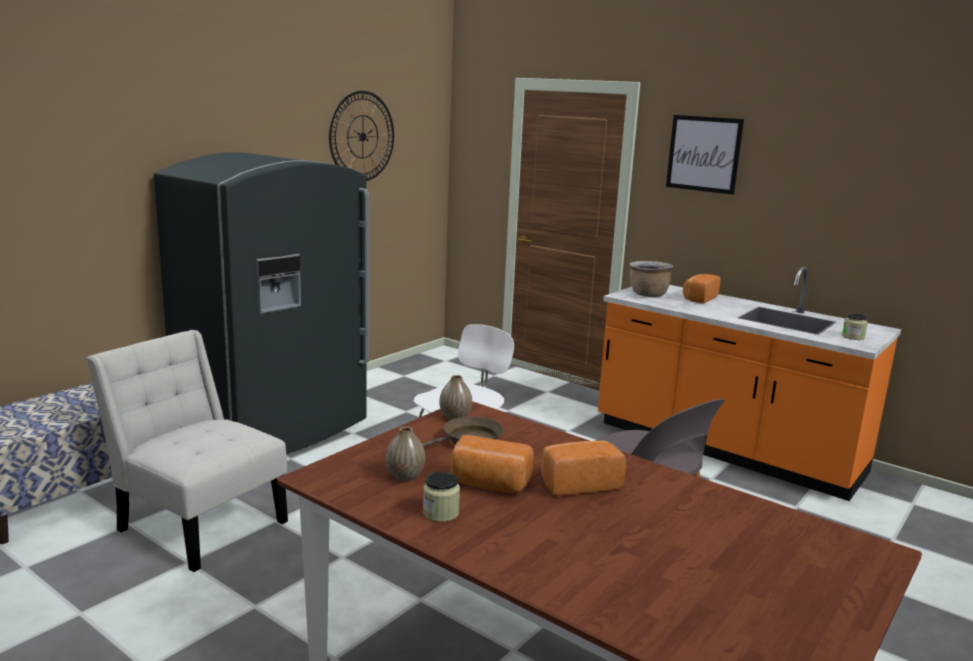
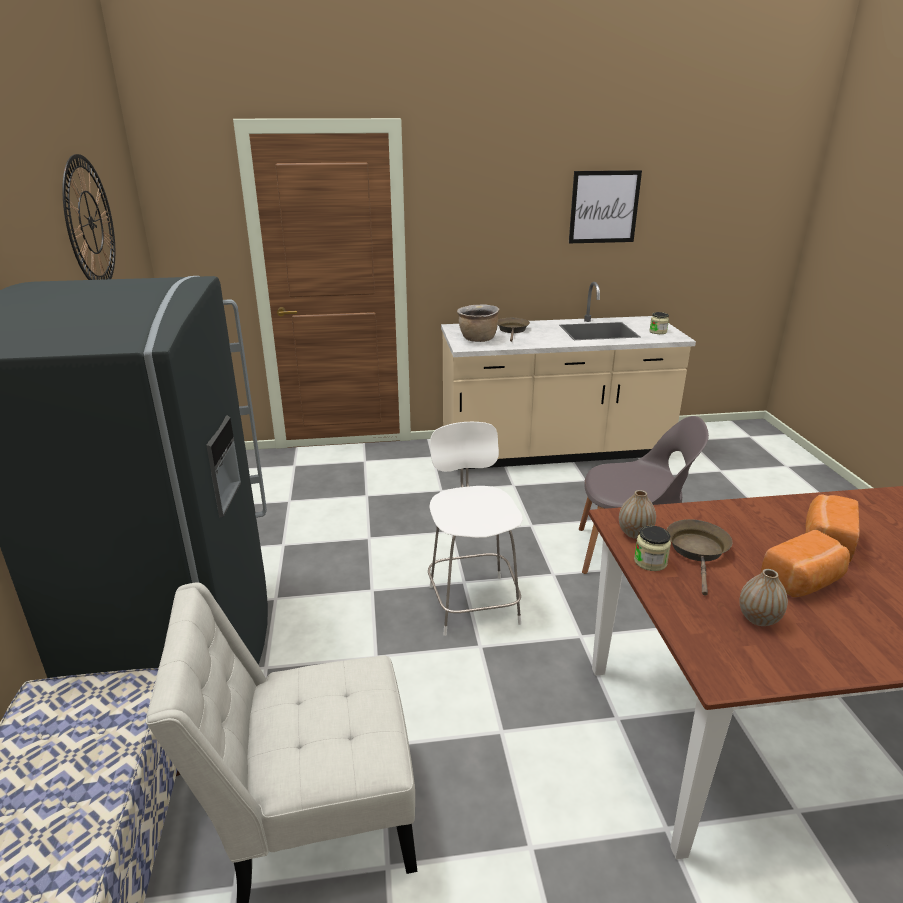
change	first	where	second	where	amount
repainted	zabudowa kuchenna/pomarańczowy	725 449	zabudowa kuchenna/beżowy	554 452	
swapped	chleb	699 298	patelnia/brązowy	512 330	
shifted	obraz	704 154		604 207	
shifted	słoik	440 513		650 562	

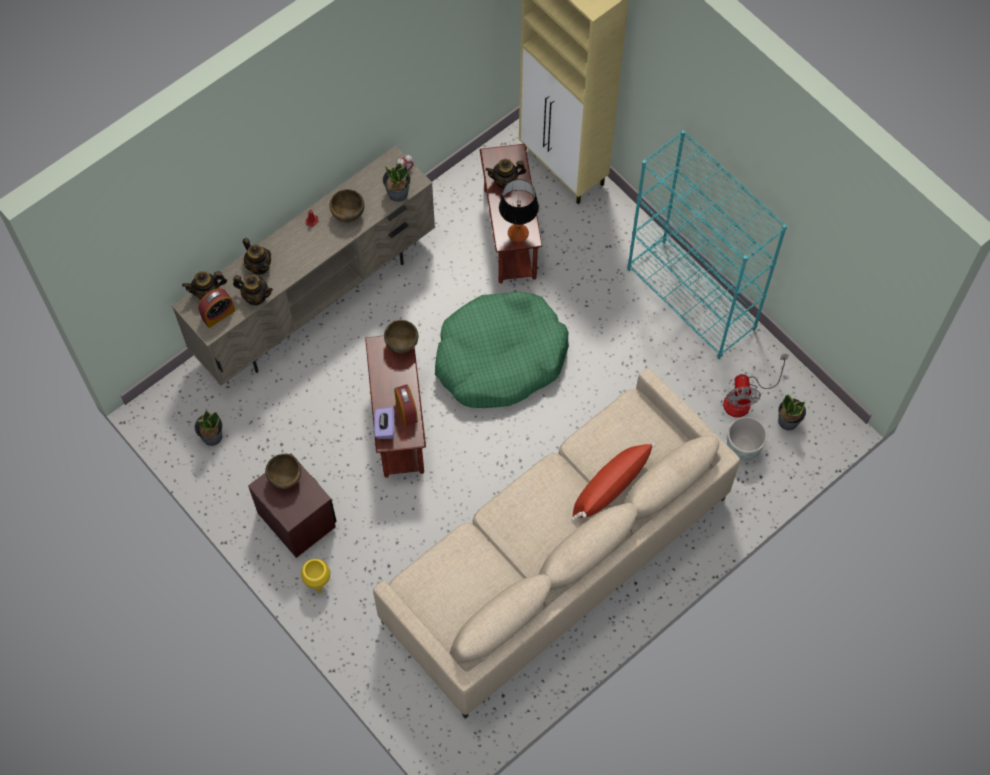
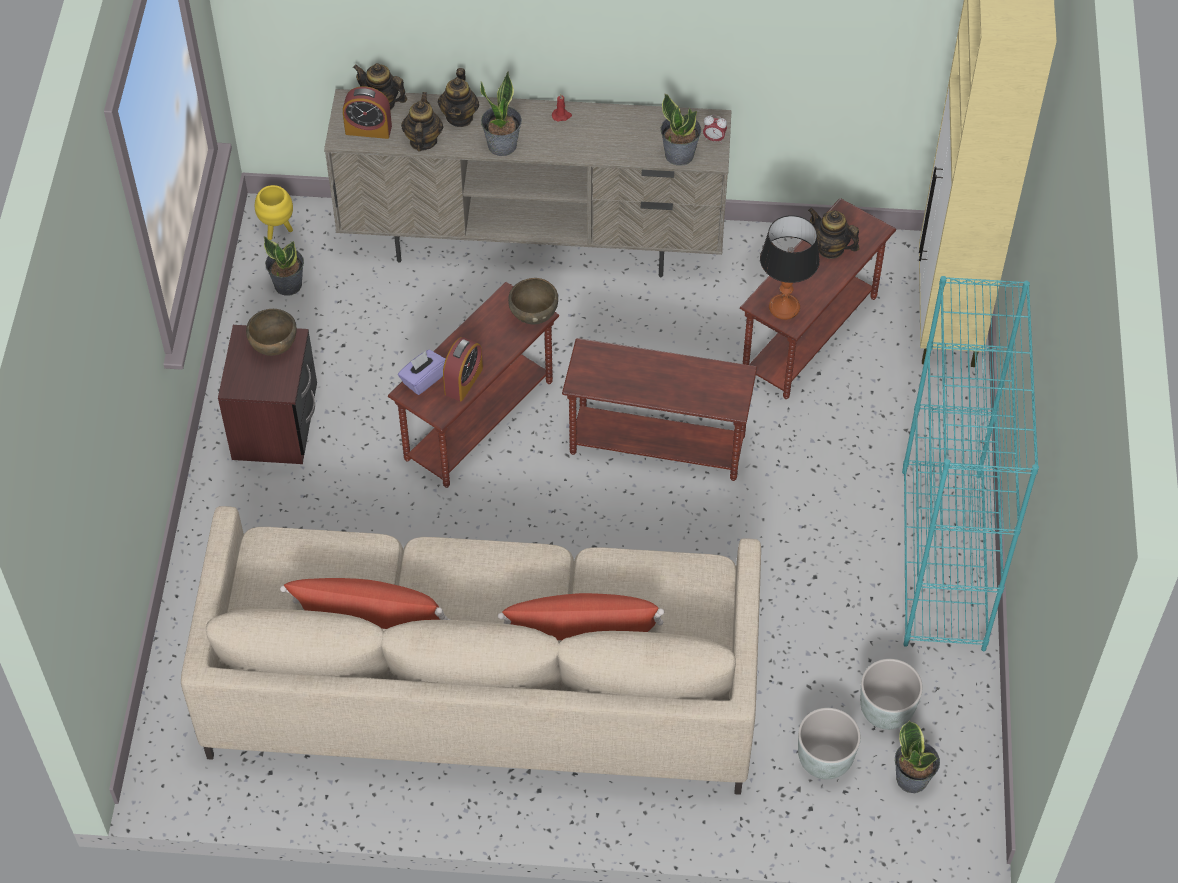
change	first	where	second	where	amount
shifted	donica/żółty	318 582		278 230	
new			poduszka/czerwony	369 618	
rotated	imbryk	255 296		423 141	150 degrees counterclockwise
new			roślina doniczkowa	502 145	
swapped	legowisko/zielony	499 358	stolik/brązowy	657 445	
swapped	wentylator	744 398	donica/szary	886 711	
gone	miska/brązowy	348 215			

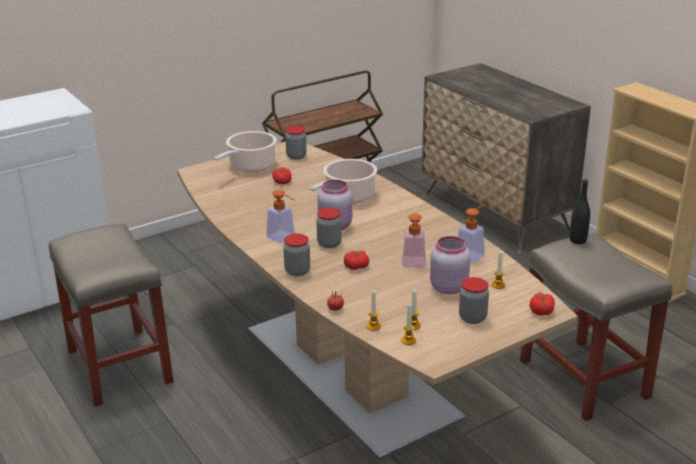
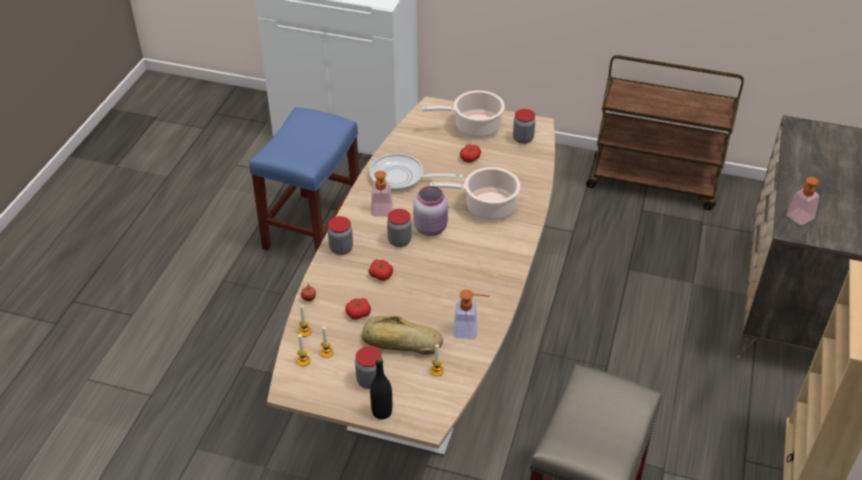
change	first	where	second	where	amount
repainted	stołek/beżowy	118 365	stołek/niebieski	313 227	
shifted	pomidor	541 310		358 313	
swapped	słoik/różowy	447 288	chleb	401 343	
new			patelnia	402 177	
shifted	butelka/czarny	577 240		382 412	
shifted	dozownik mydła	413 265		796 219	

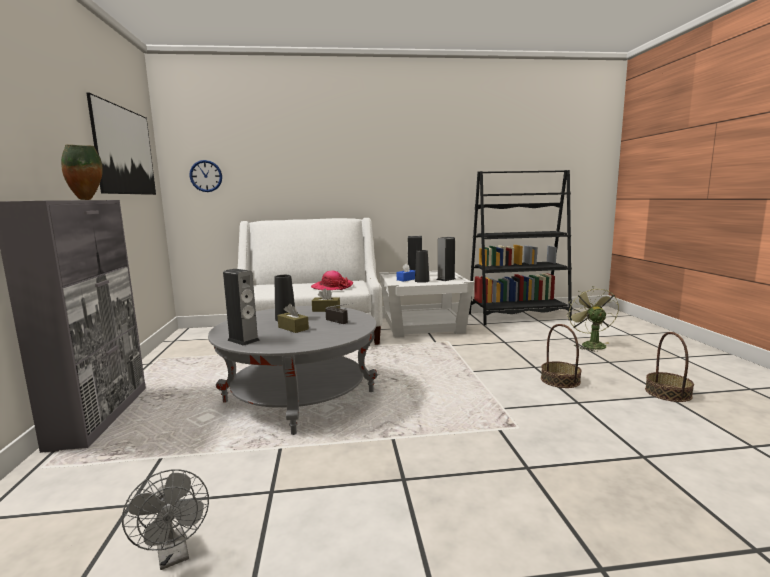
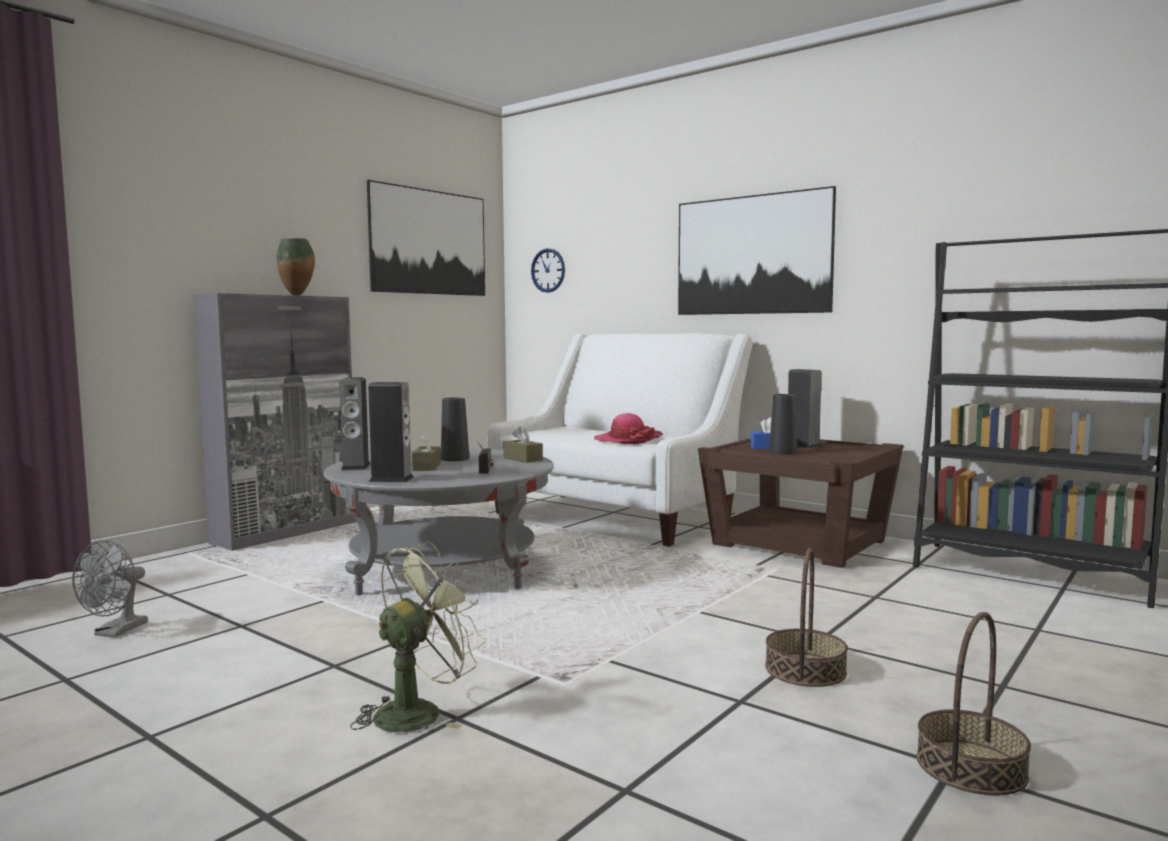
change	first	where	second	where	amount
shifted	wentylator/zielony	590 344		418 711	
shifted	głośnik	446 279		391 479	
new			obraz	752 255	
repainted	stolik/biały	423 326	stolik/brązowy	799 542	

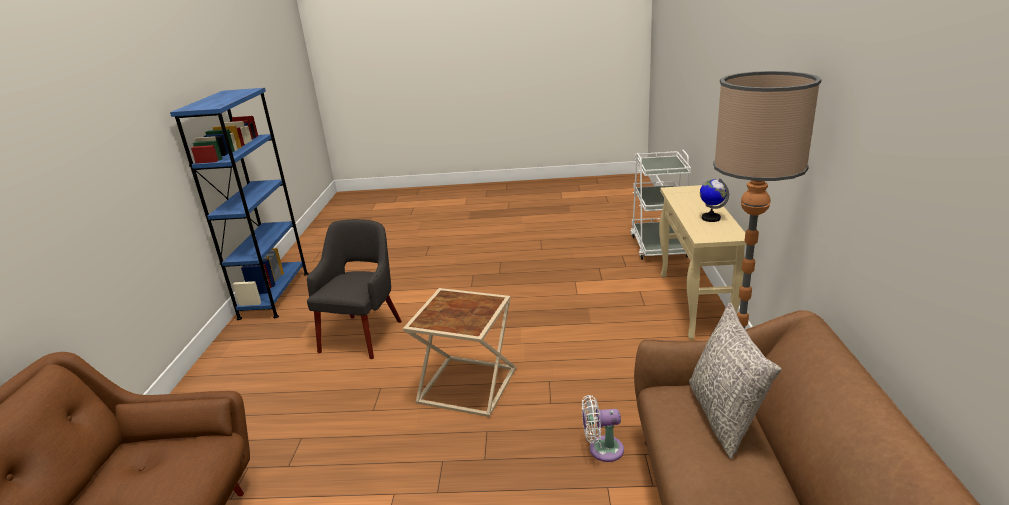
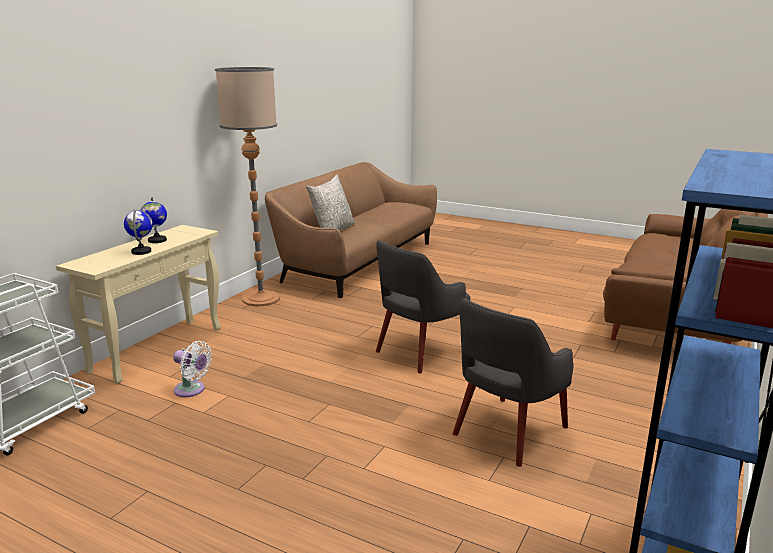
change	first	where	second	where	amount
new			globus	141 251	
shifted	wentylator/biały	602 449		192 390	
swapped	stolik/beżowy	469 385	fotel/szary	420 351	

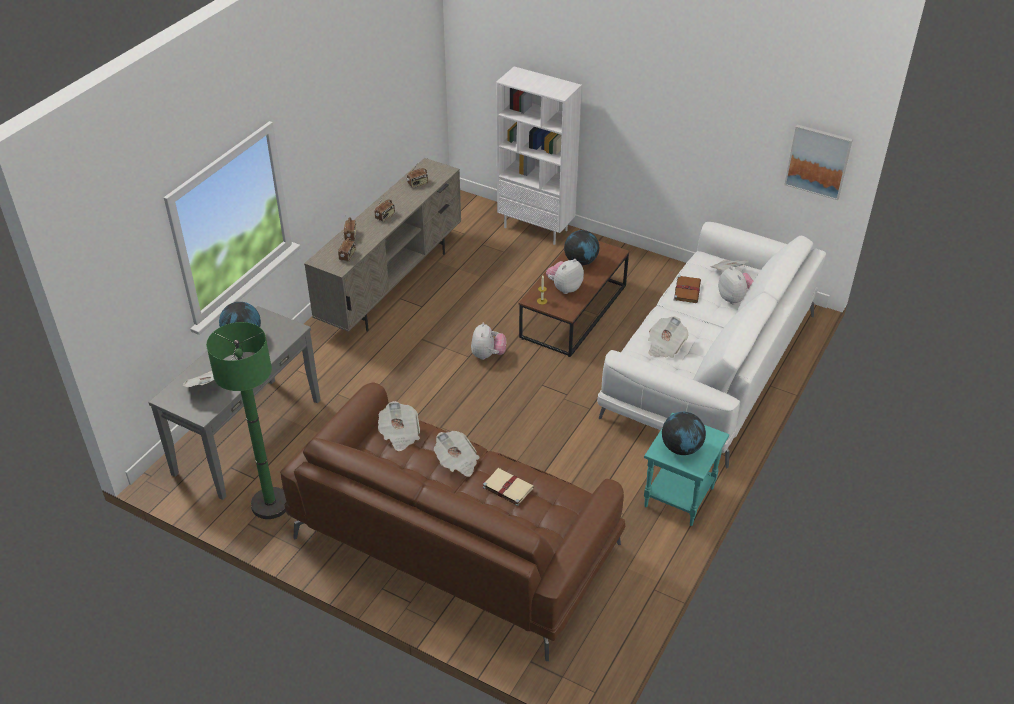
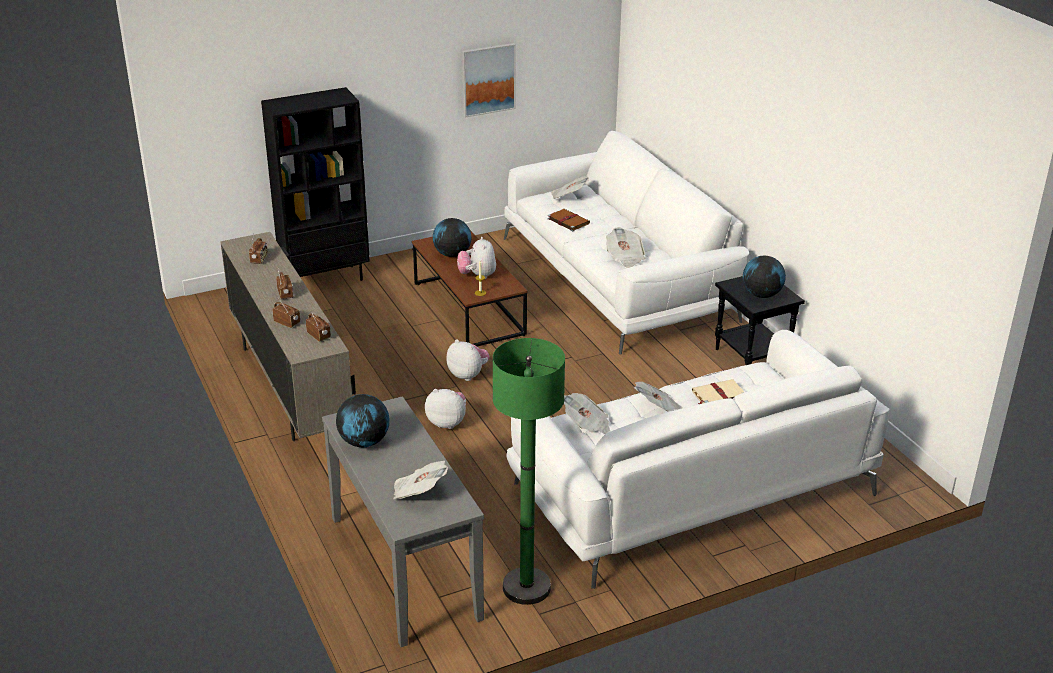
change	first	where	second	where	amount
repainted	regał/biały	536 228	regał/czarny	326 279	
shifted	pluszak	735 298		447 422	
shifted	obraz	818 161		488 79	
repainted	kanapa/brązowy	453 540	kanapa/biały	690 490	
repainted	stolik/turkusowy	679 498	stolik/czarny	753 357	

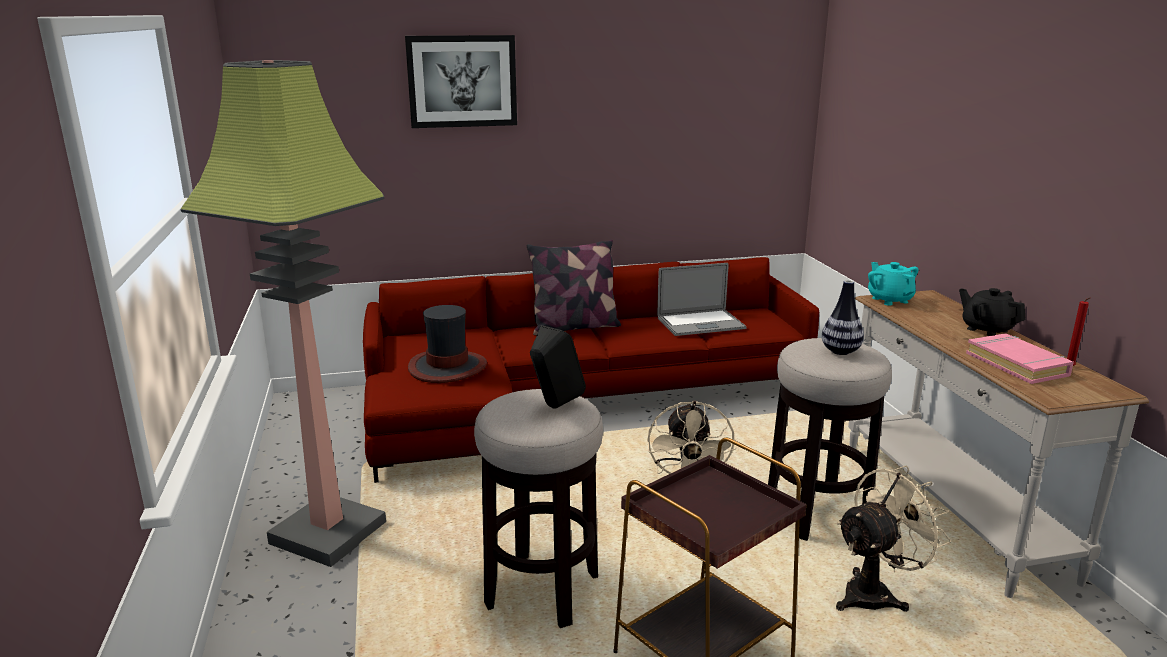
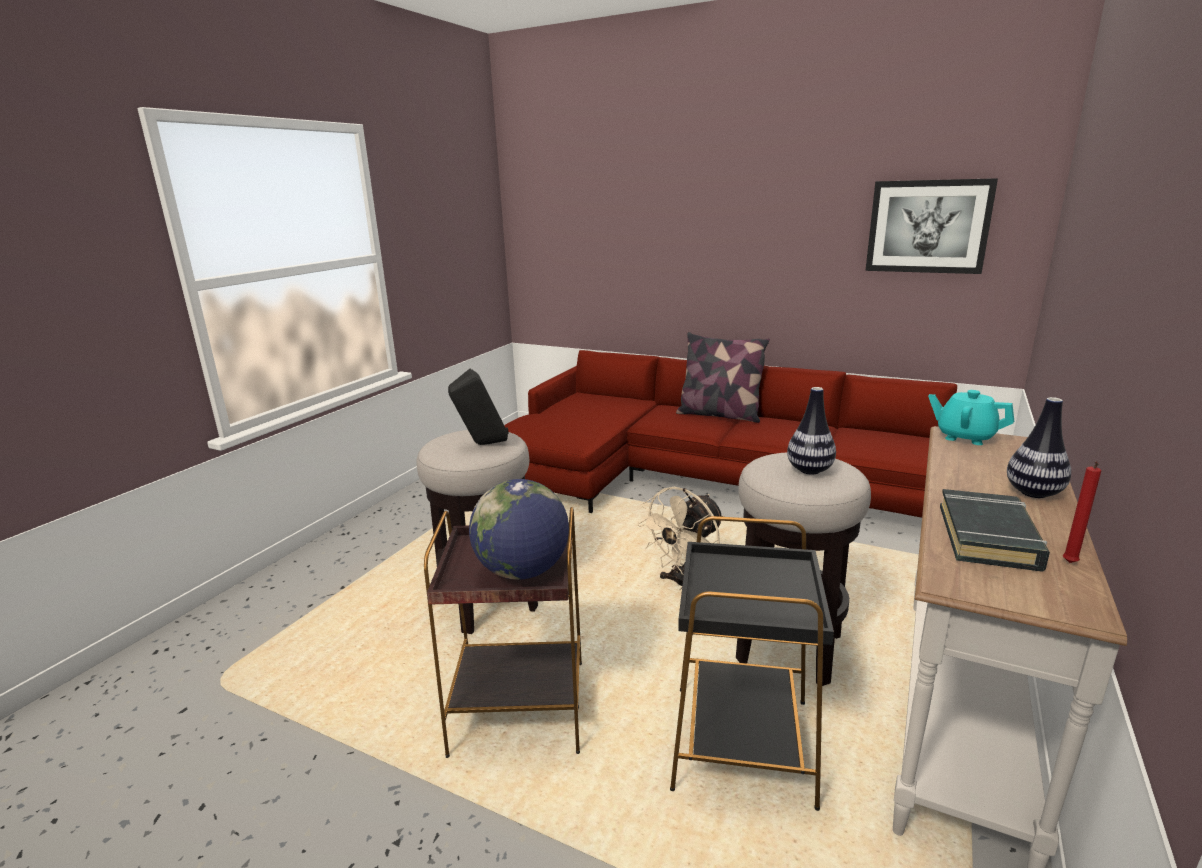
change	first	where	second	where	amount
new			globus	523 571	
swapped	wentylator/beżowy	875 594	stolik/czarny	743 744	
shifted	obraz	462 81		928 226	
rotated	imbryk/turkusowy	889 300		965 437	75 degrees counterclockwise
repainted	książka/różowy	1017 364	książka/czarny	988 537	
swapped	imbryk/czarny	986 329	wazon	1033 493	
gone	lampa stojąca	328 532			
gone	kapelusz	447 367			
gone	laptop	700 323			

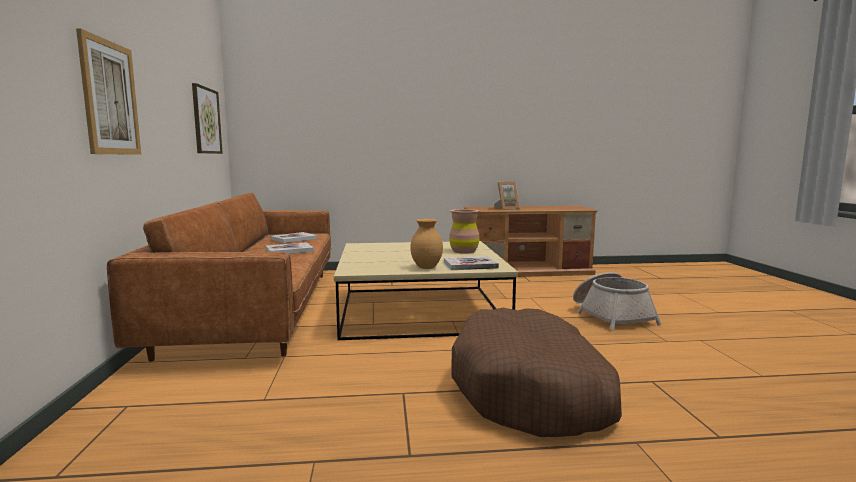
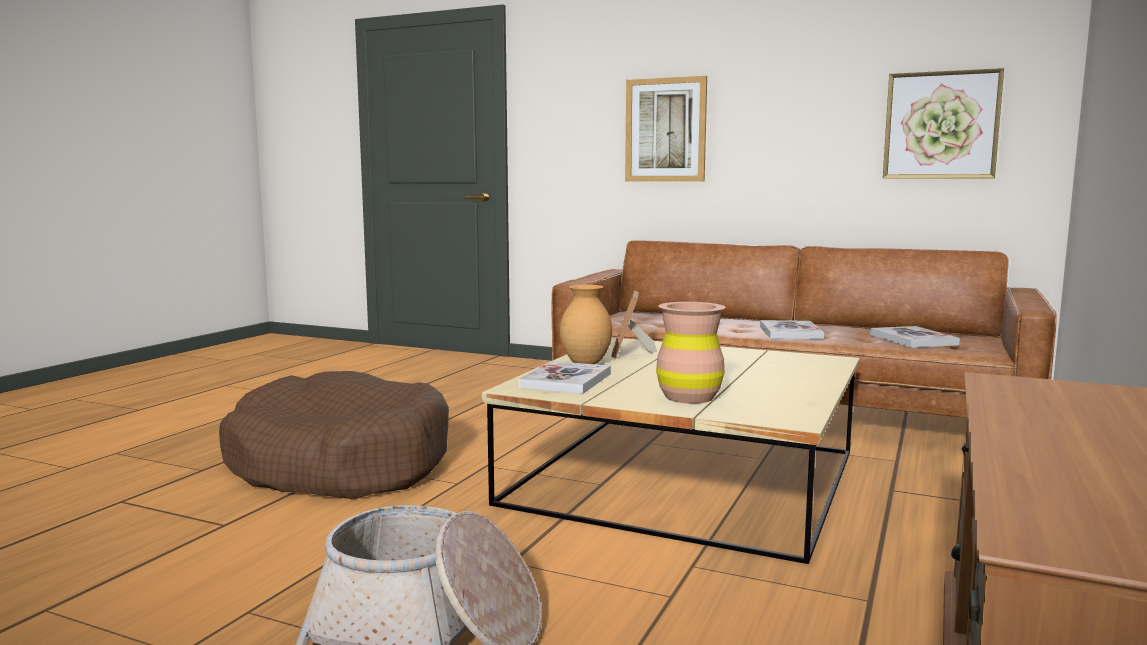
change	first	where	second	where	amount
shifted	ramka na zdjęcie	506 208		631 353	

